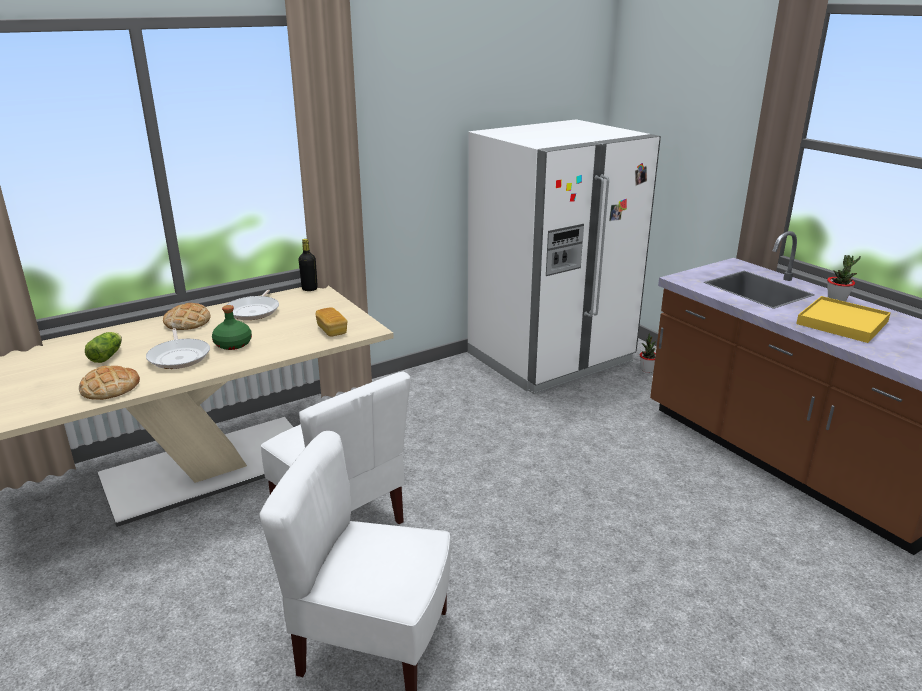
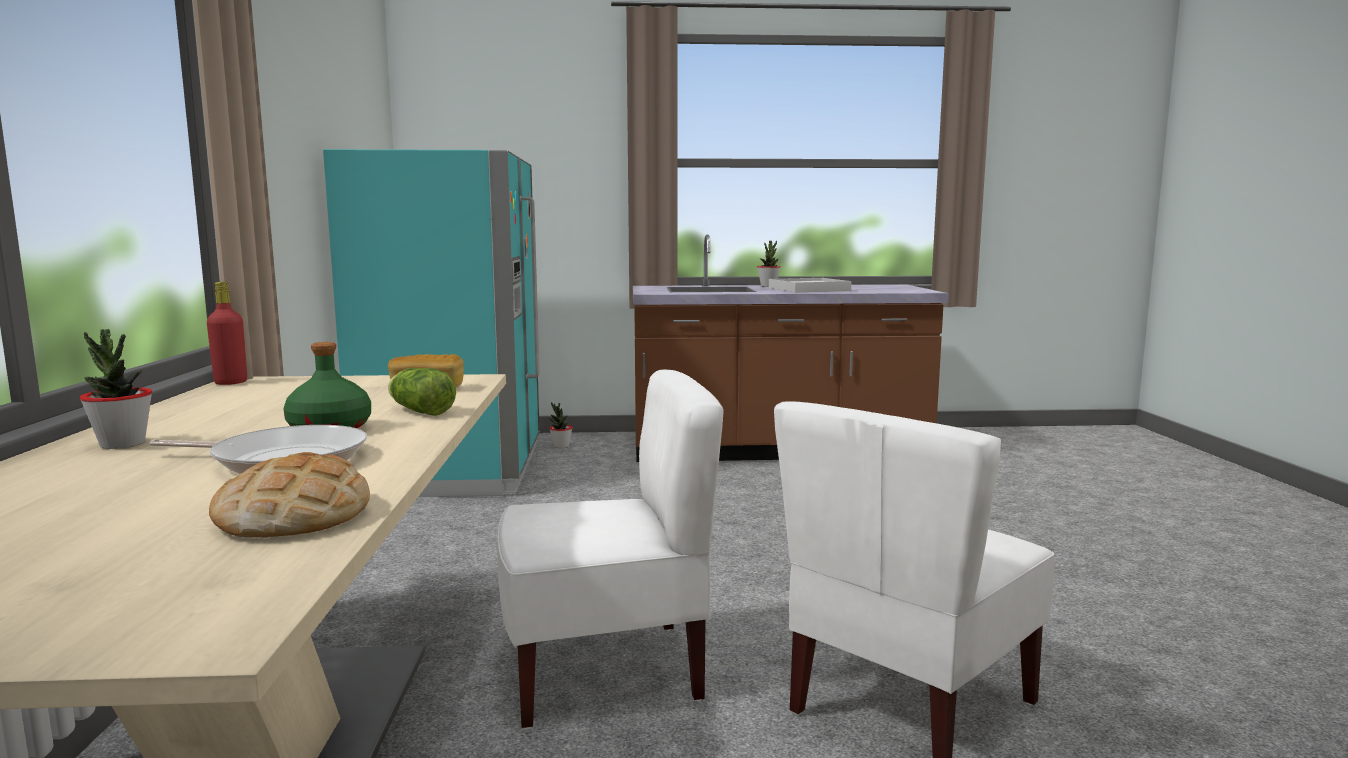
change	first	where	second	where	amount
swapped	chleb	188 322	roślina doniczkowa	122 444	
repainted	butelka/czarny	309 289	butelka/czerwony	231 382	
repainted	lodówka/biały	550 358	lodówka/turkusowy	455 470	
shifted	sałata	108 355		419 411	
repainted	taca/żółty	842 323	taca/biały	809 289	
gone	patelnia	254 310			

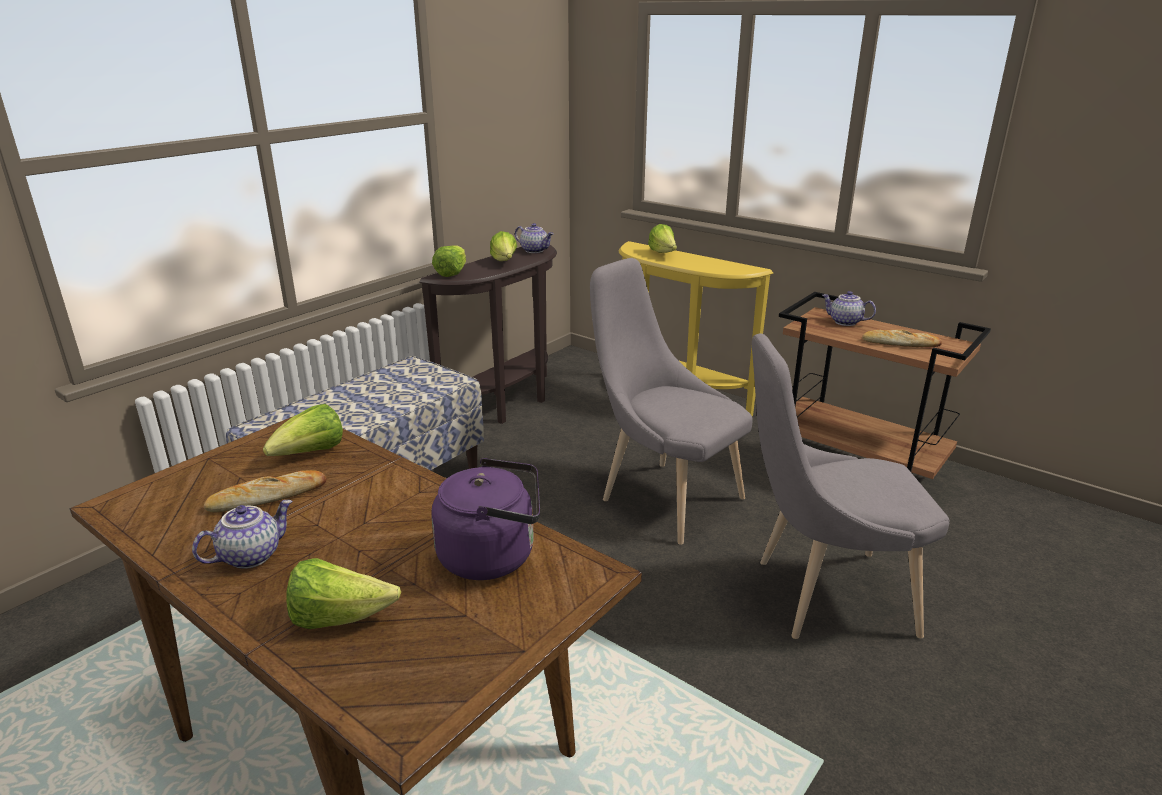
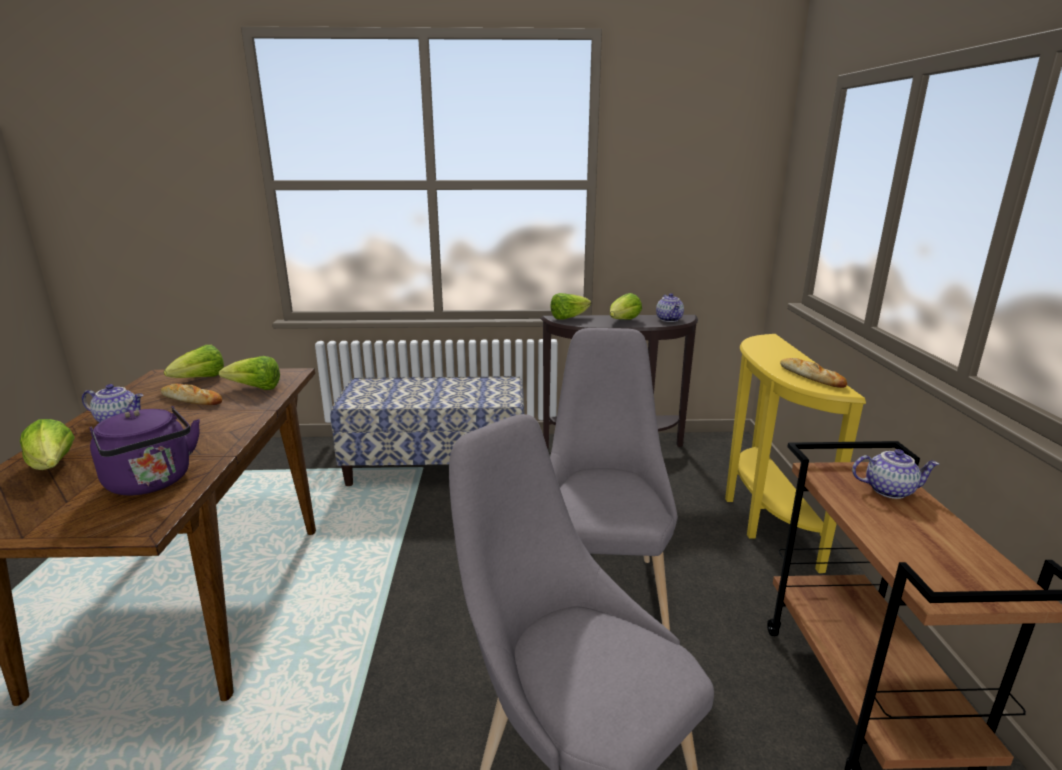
change	first	where	second	where	amount
shifted	sałata	663 254		200 379	
shifted	chleb	900 343		811 377	
rotated	imbryk	844 322		889 490	105 degrees clockwise

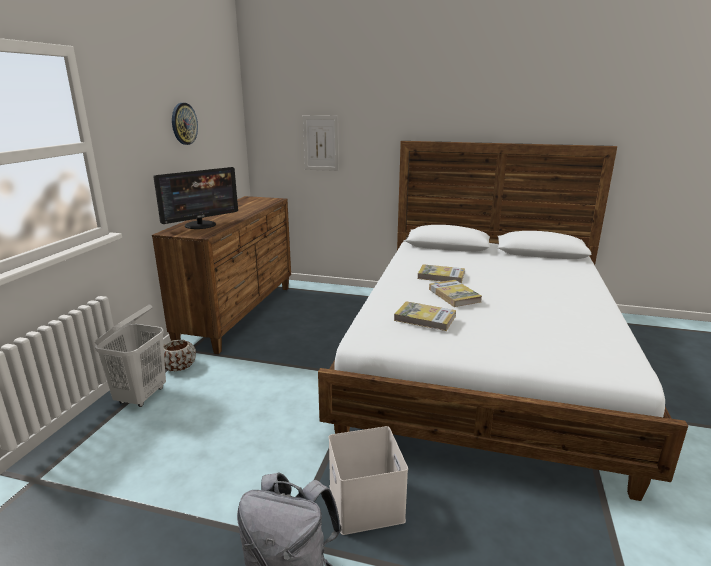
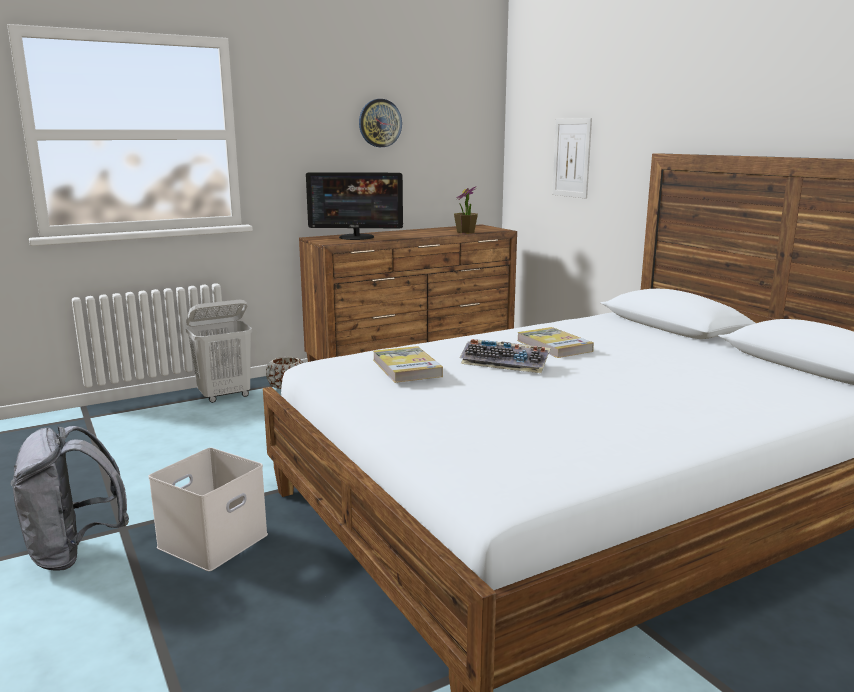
change	first	where	second	where	amount
new			roślina doniczkowa	465 232	
swapped	książka	454 295	klawiatura	506 363	

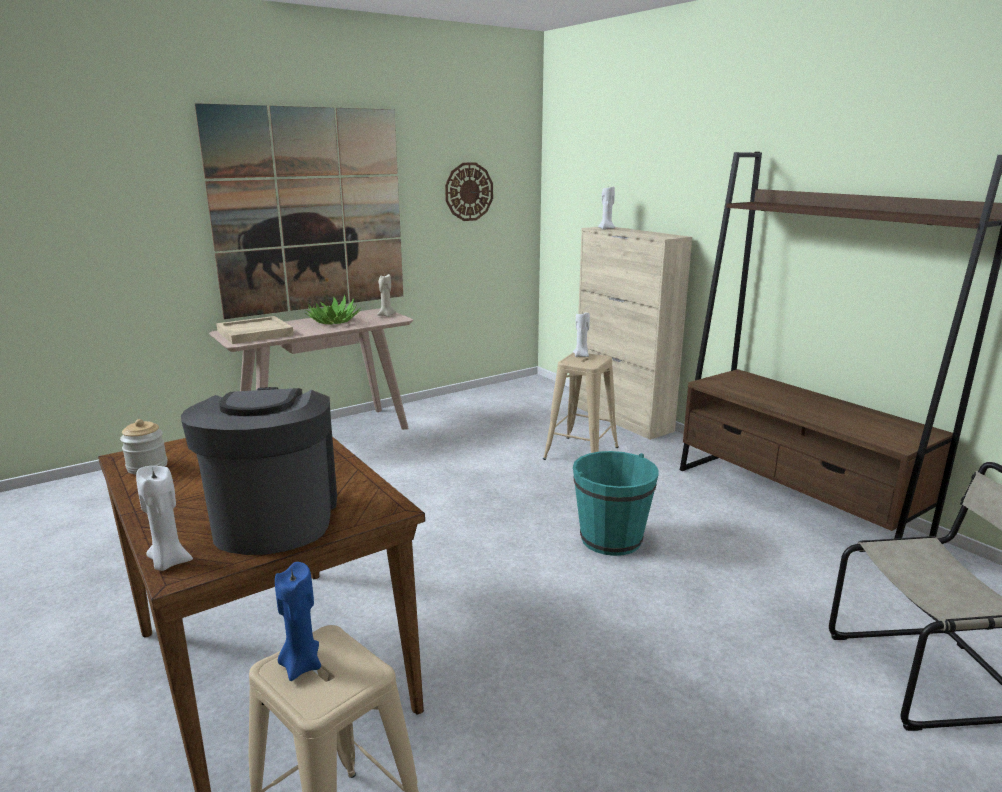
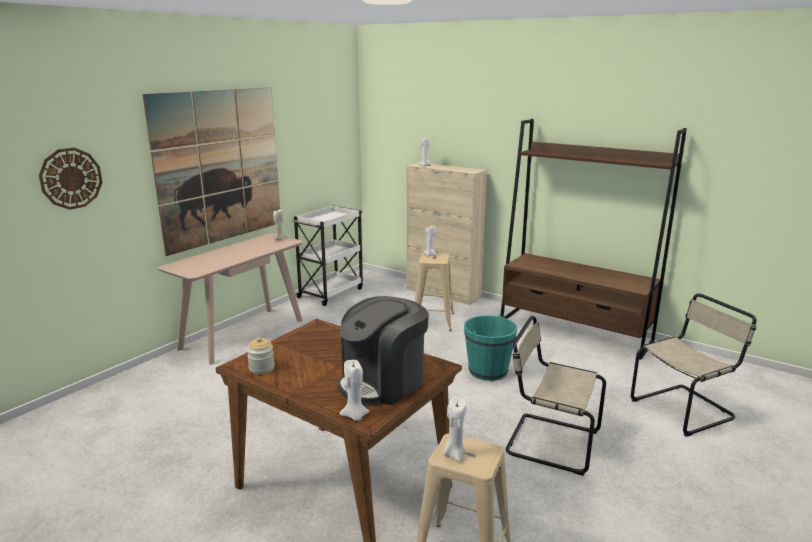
change	first	where	second	where	amount
shifted	zegar ścienny	469 191		71 178	
new			wózek/biały	331 292	
rotated	ekspres do kawy	274 518		383 382	105 degrees counterclockwise
repainted	świeca/niebieski	301 665	świeca/biały	454 454	
new			krzesło/beżowy	549 442	
gone	taca/beżowy	254 333			
gone	roślina doniczkowa	333 322			

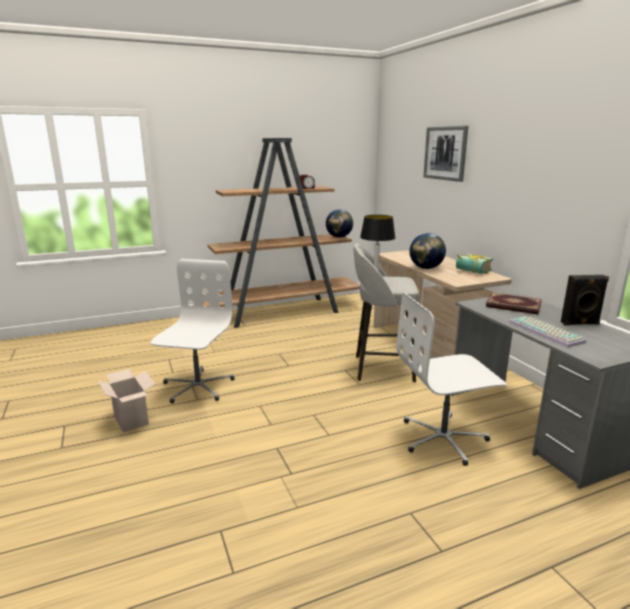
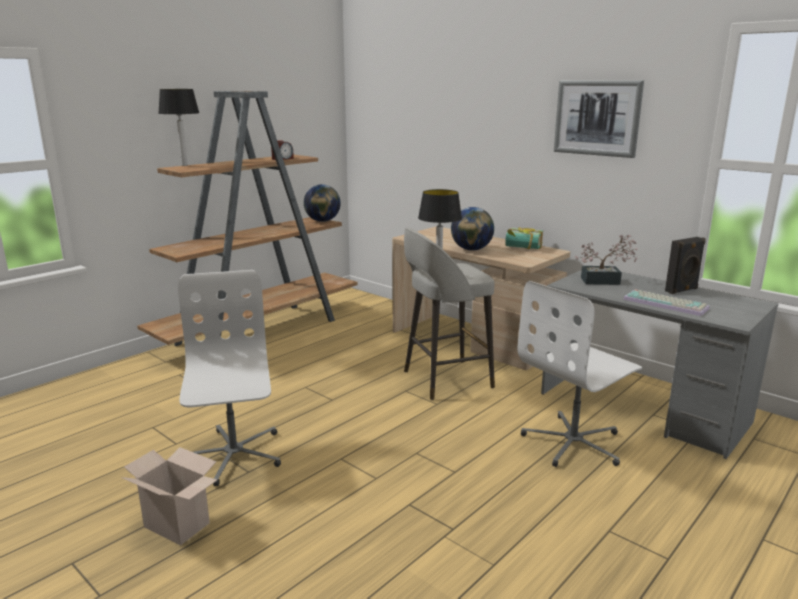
change	first	where	second	where	amount
new			lampa stołowa	184 165	
shifted	obraz	445 153		597 118	
swapped	książka	513 306	roślina doniczkowa	605 281	

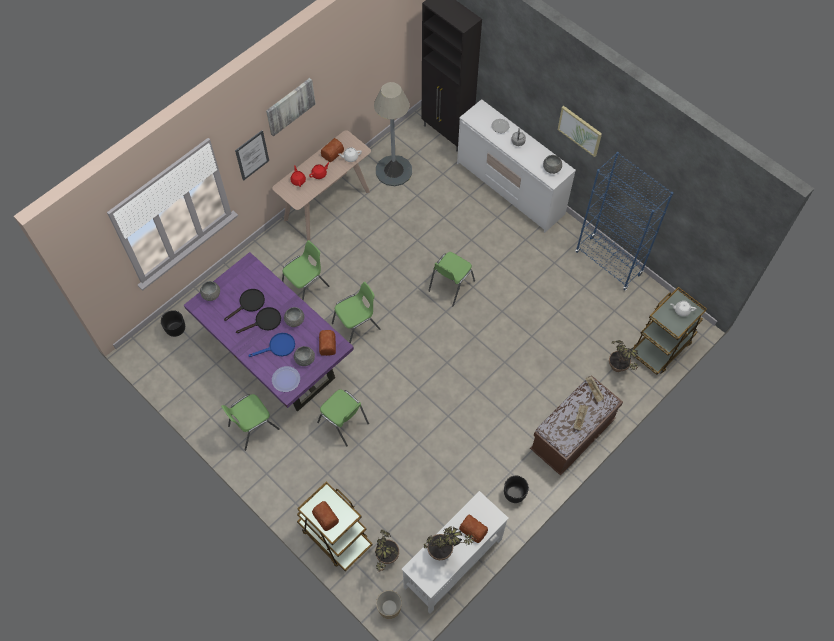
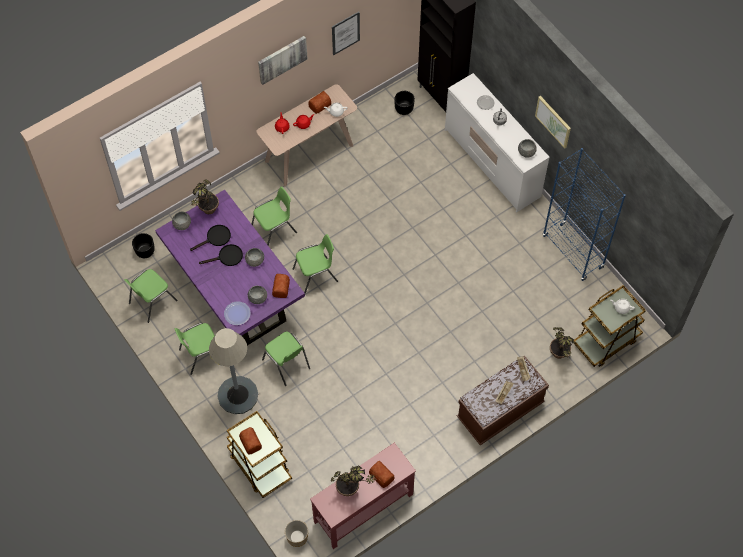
change	first	where	second	where	amount
shifted	krzesło/zielony	450 286		152 301	
shifted	roślina doniczkowa	386 560		207 213	
shifted	lampa stojąca/szary	394 171		238 395	
repainted	stolik konsolowy/biały	452 563	stolik konsolowy/czerwony	362 508	
shifted	obraz	252 155		345 33	
shifted	donica/czarny	514 493		404 108	
gone	patelnia/niebieski	278 347			

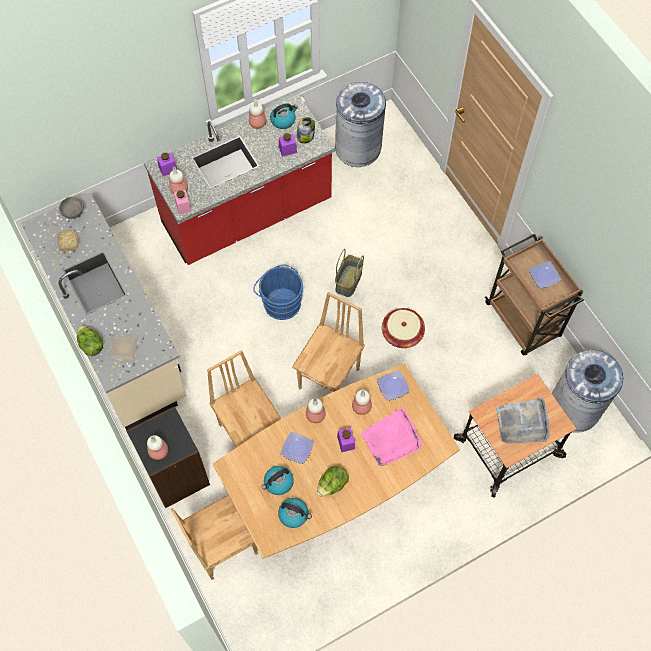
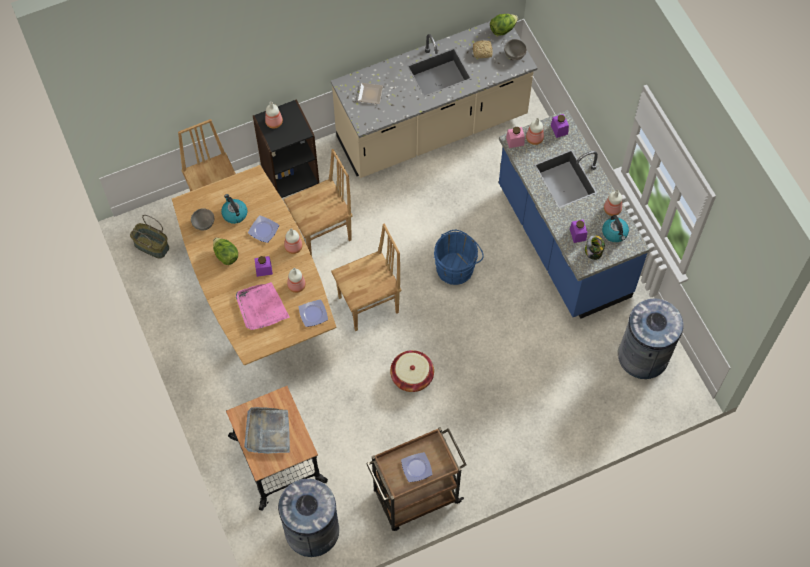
change	first	where	second	where	amount
shifted	koszyk	349 281		151 246	
swapped	czajnik	294 514	miska/szary	204 224	
rotated	krzesło/brązowy	330 379		369 305	60 degrees counterclockwise
shifted	sałata	91 345		502 29	
repainted	zabudowa kuchenna/czerwony	247 214	zabudowa kuchenna/niebieski	562 243	

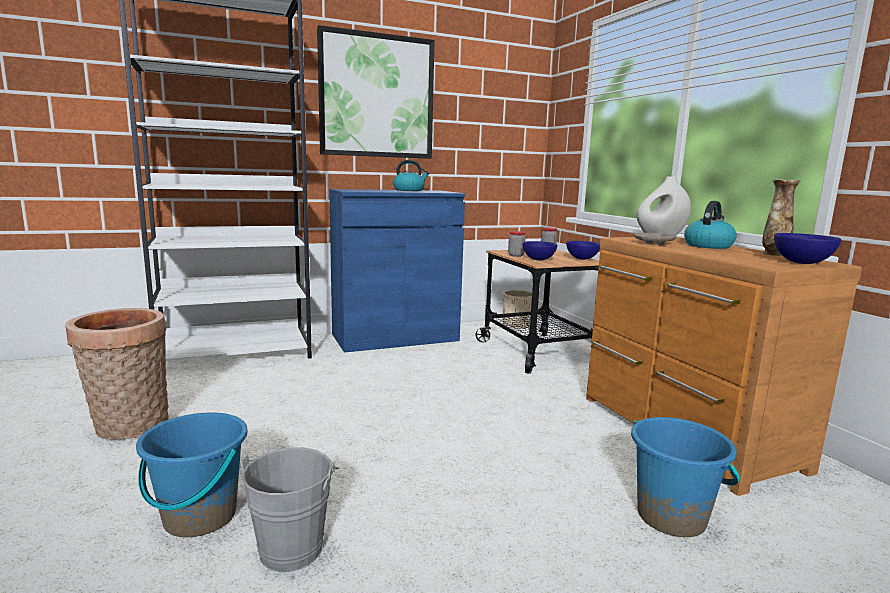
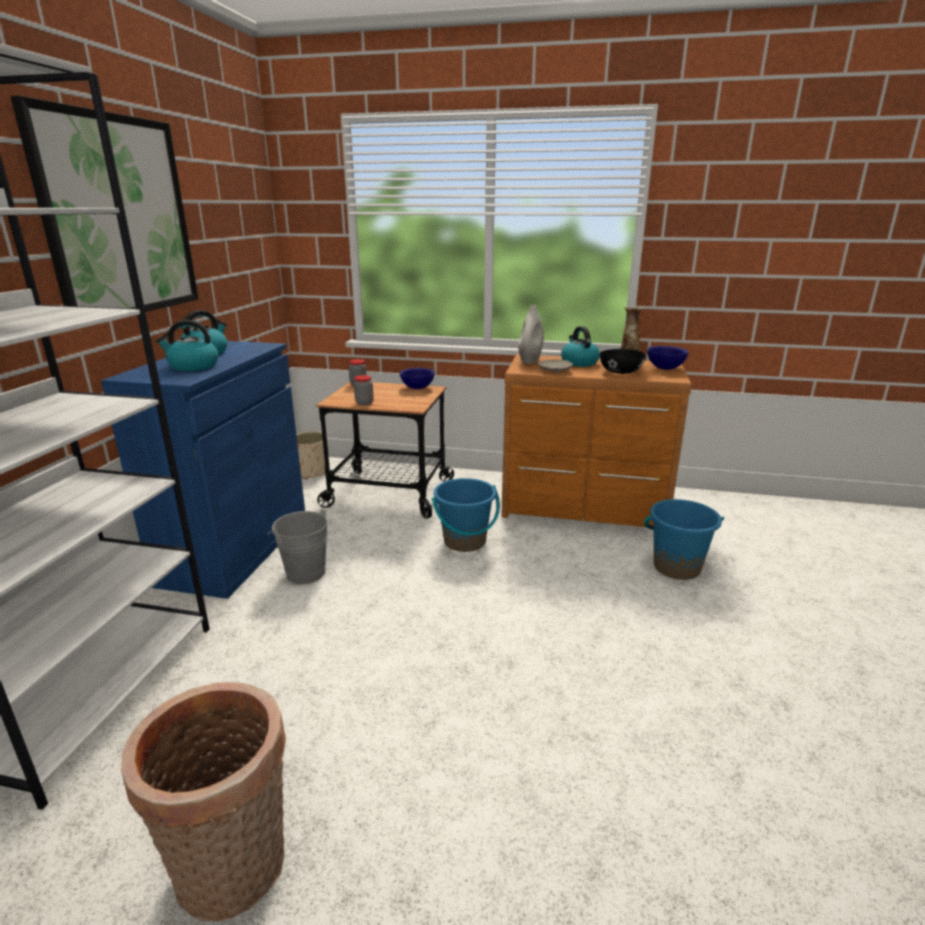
change	first	where	second	where	amount
new			czajnik	193 366	
shifted	wiadro/szary	294 545		303 571	
shifted	wiadro/niebieski	199 517		465 541	
new			miska/czarny	620 372	
gone	miska/niebieski	538 259			

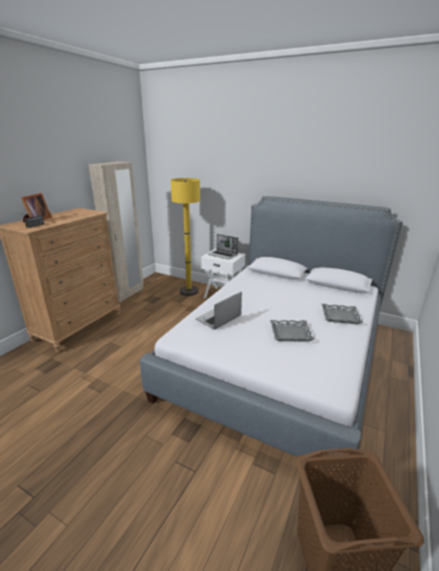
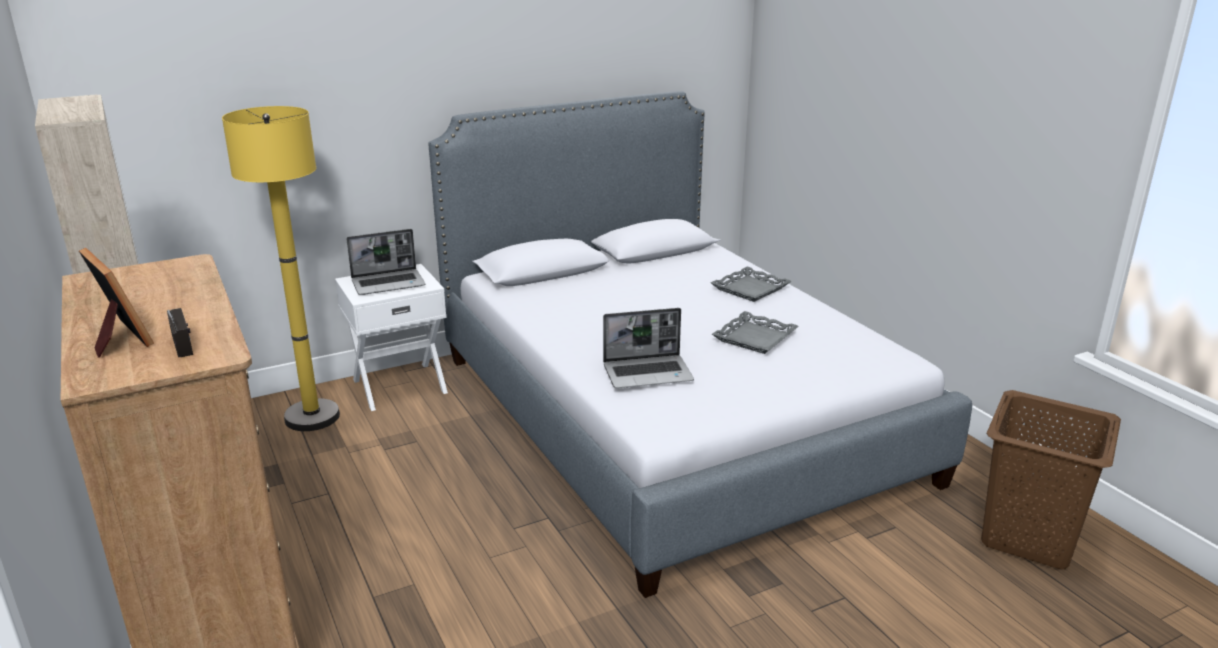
change	first	where	second	where	amount
rotated	laptop	218 318		648 373	90 degrees counterclockwise

